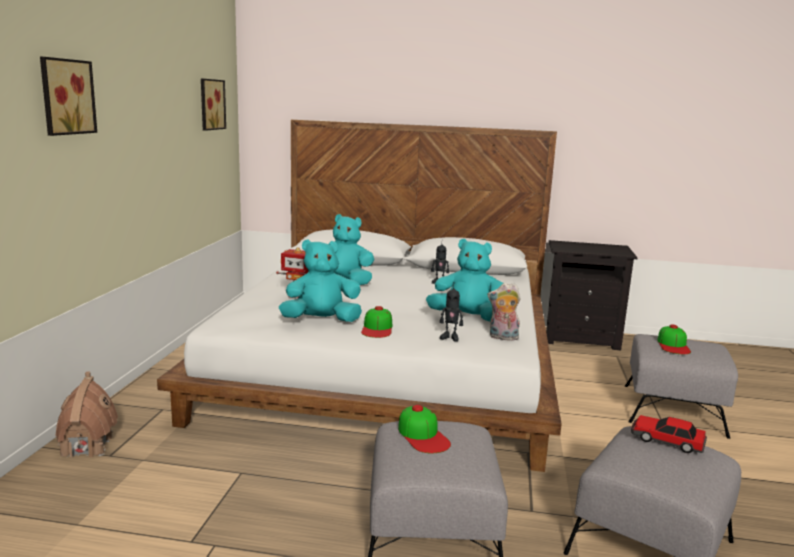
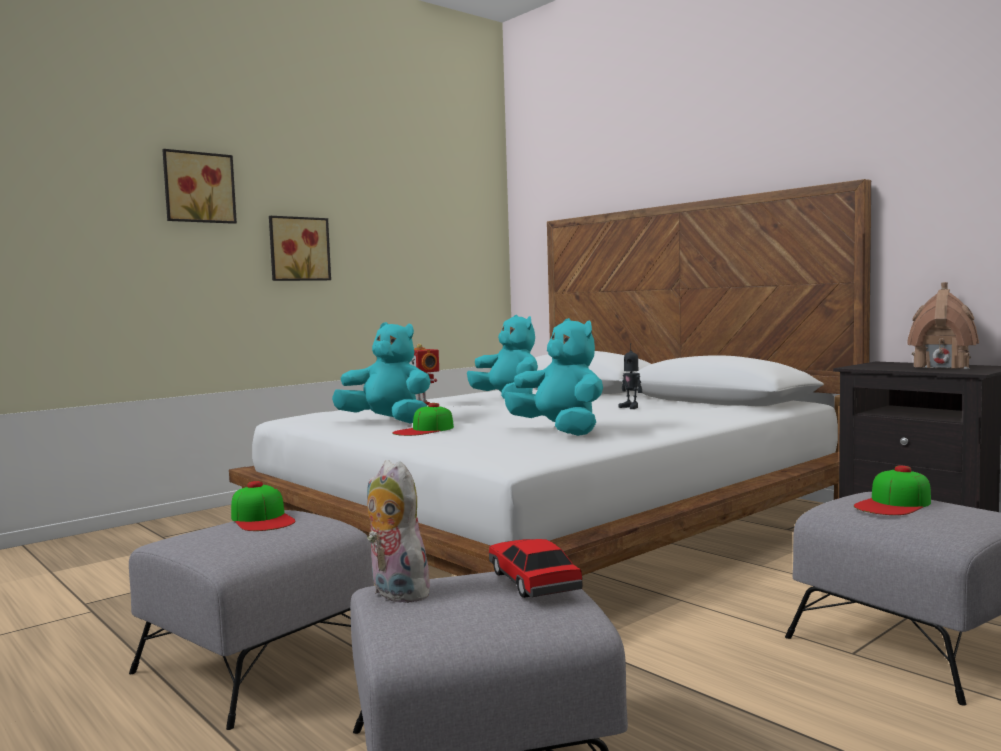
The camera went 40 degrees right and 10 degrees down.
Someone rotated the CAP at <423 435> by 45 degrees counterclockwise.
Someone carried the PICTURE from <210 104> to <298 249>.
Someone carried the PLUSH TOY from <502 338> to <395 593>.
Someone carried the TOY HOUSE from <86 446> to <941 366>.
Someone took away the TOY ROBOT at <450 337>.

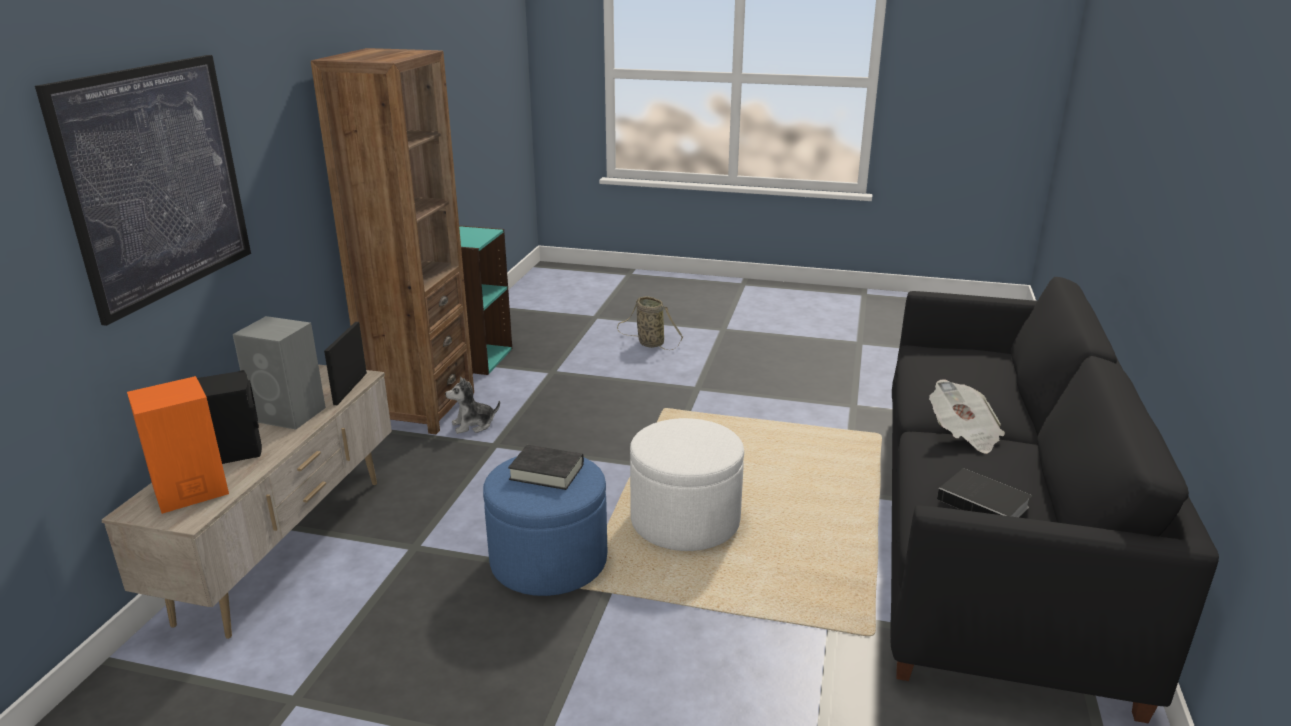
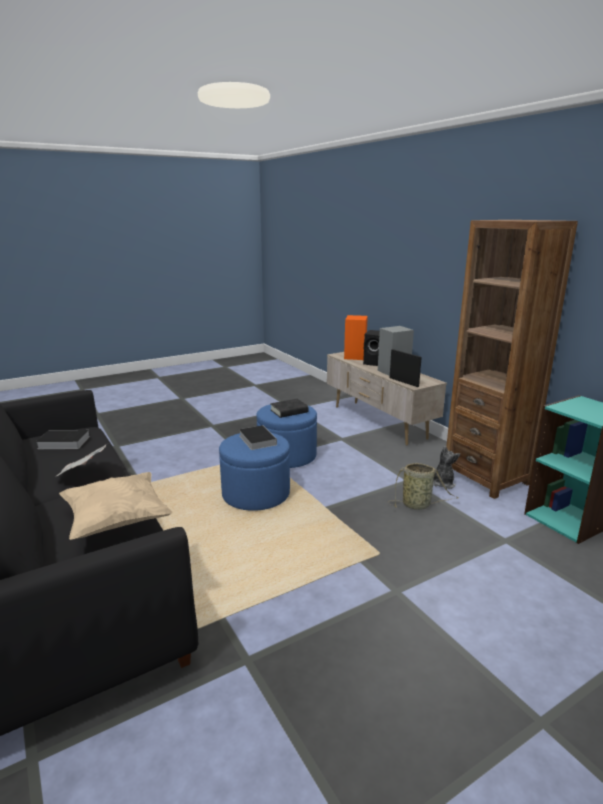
The camera went 135 degrees right and 5 degrees down.
Someone put down the BEIGE PILLOW at <117 521>.
Someone repainted the WHITE OTTOMAN at <685 520>, which became the BLUE OTTOMAN at <256 494>.
Someone put down the BOOK at <256 439>.
Someone carried the BASKET from <649 343> to <418 505>.
Someone took away the PICTURE at <157 182>.

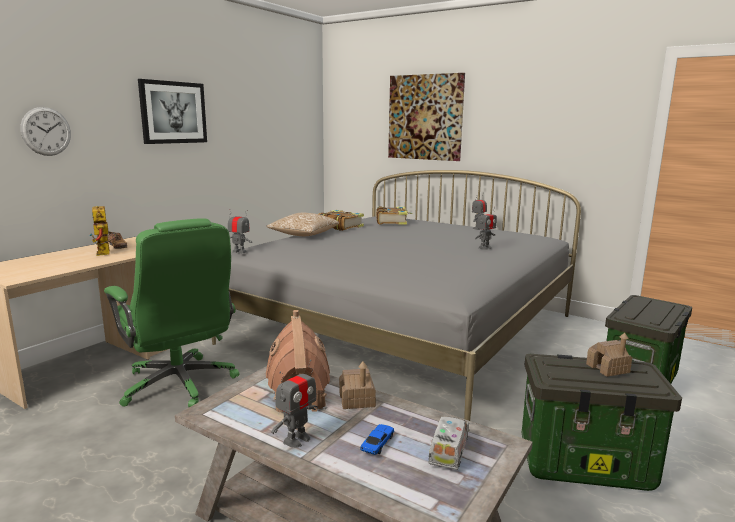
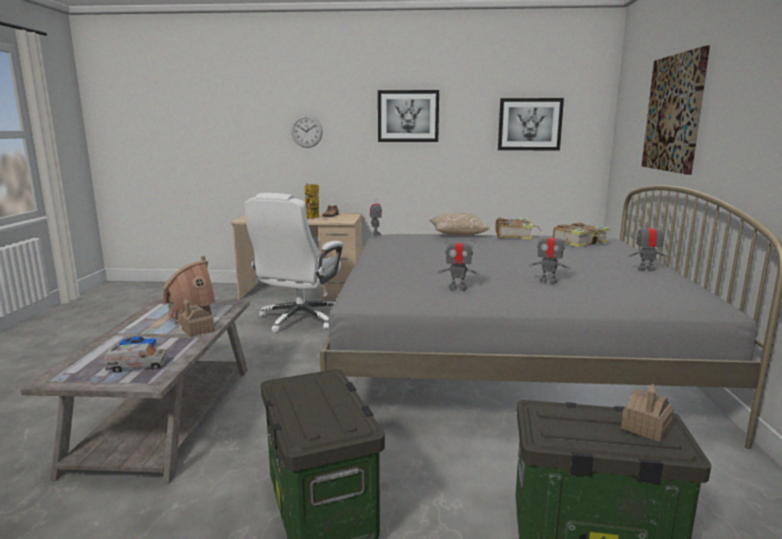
The camera went 60 degrees right and 0 degrees up.
Someone repainted the GREEN OFFICE CHAIR at <180 384>, which became the WHITE OFFICE CHAIR at <299 319>.
Someone carried the TOY ROBOT from <297 439> to <457 288>.
Someone put up the PICTURE at <529 124>.
Someone carried the TOY HOUSE from <607 368> to <646 428>.

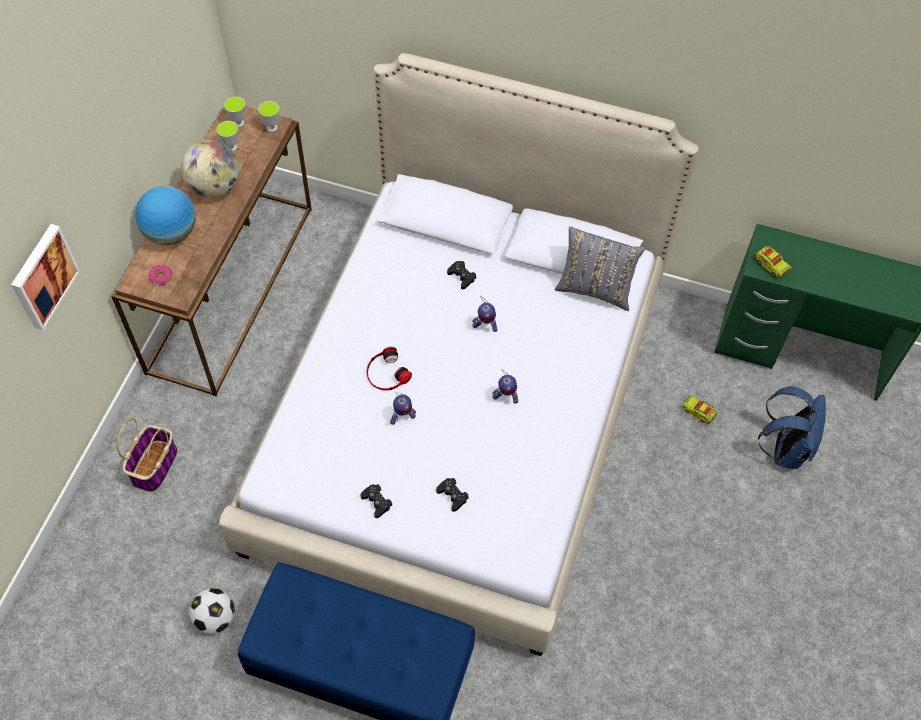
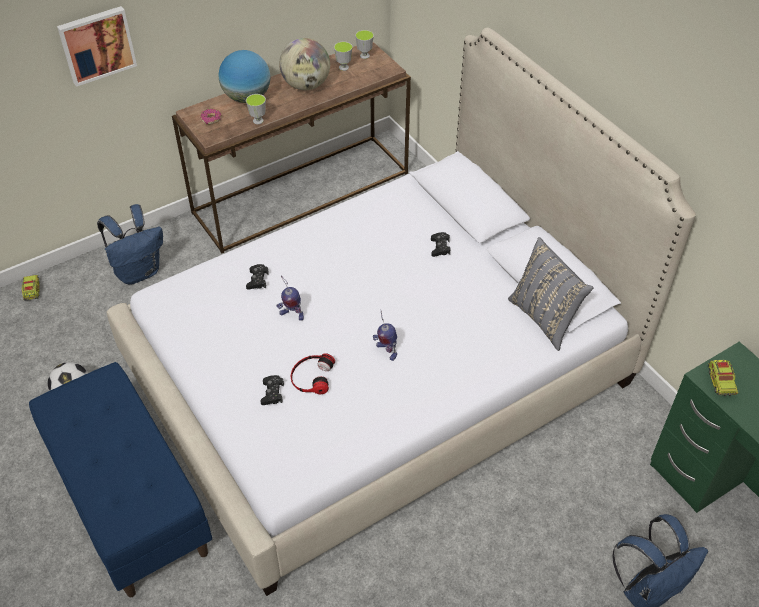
The camera went 40 degrees right and 10 degrees down.
Someone carried the TOY TRUCK from <698 412> to <32 291>.
Someone swapped the BASKET at <154 465> for the BLUE BACKPACK at <139 271>.
Someone carried the CUP from <272 127> to <258 121>.
Someone carried the BLACK GAME CONTROLLER from <376 502> to <257 280>.
Someone carried the HEADPHONES from <386 373> to <311 377>.
Someone took away the TOY ROBOT at <484 327>.

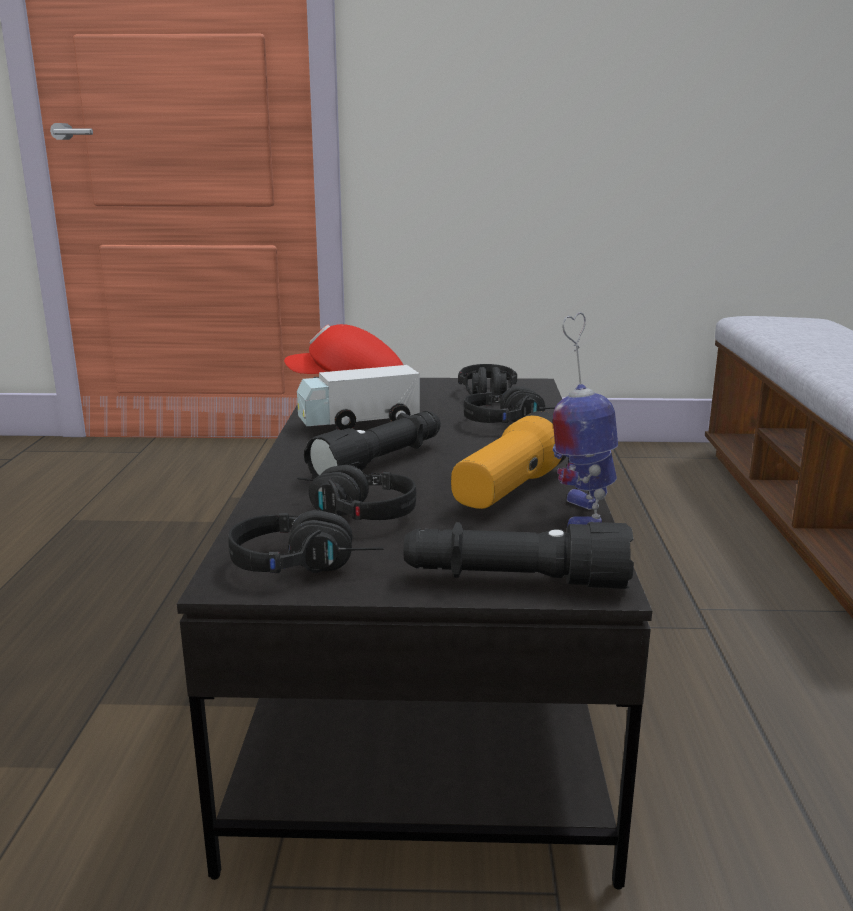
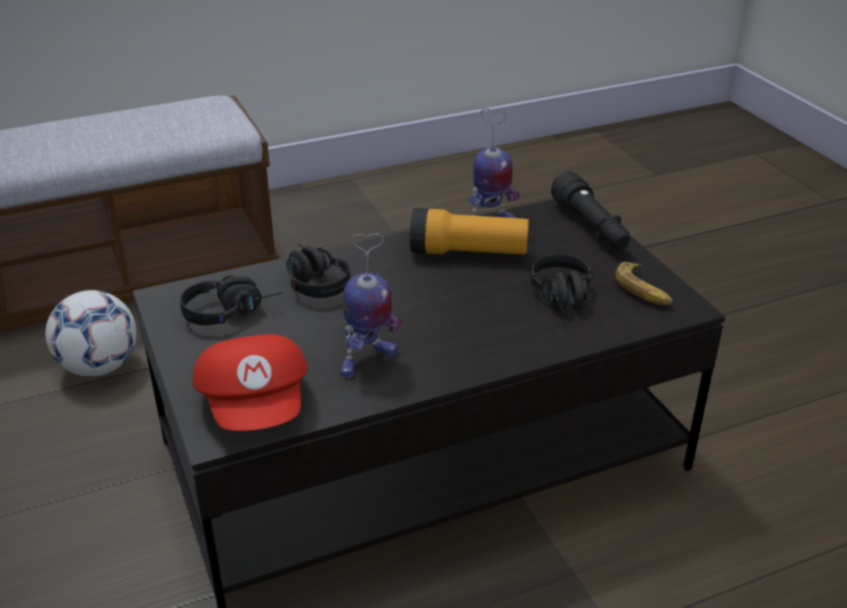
The camera went 115 degrees left and 15 degrees up.
Someone put down the FOOTBALL at <99 367>.
Someone swapped the TOY TRUCK at <358 422> for the TOY ROBOT at <367 361>.
Someone swapped the BLACK HEADPHONES at <307 565> for the BANANA at <643 290>.
Someone took away the BLACK FLASHLIGHT at <381 462>.

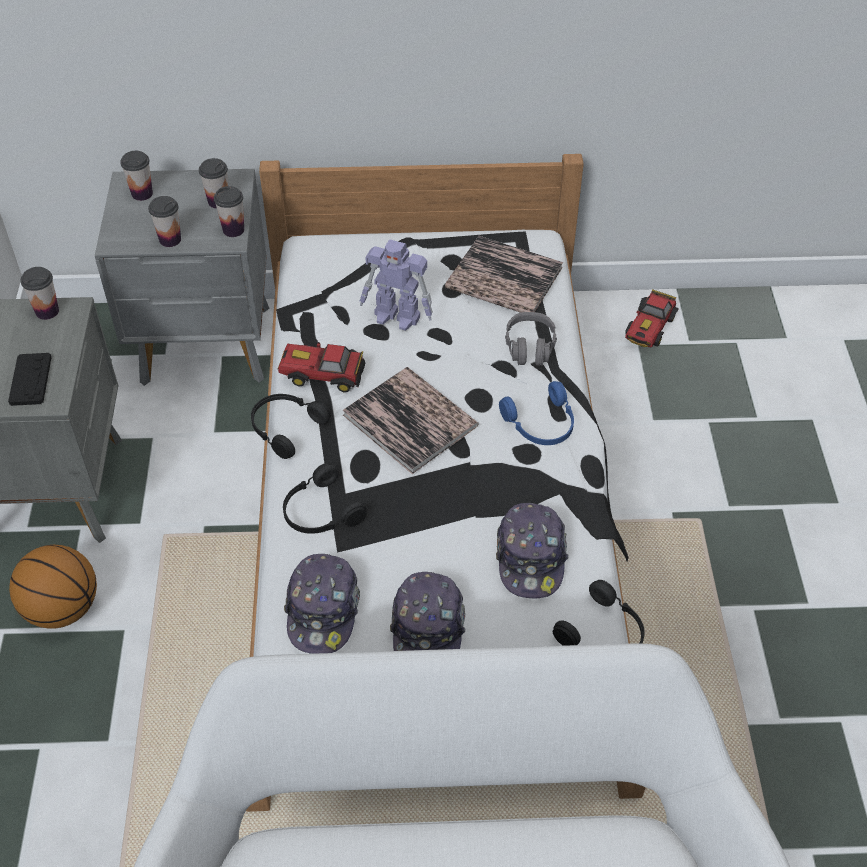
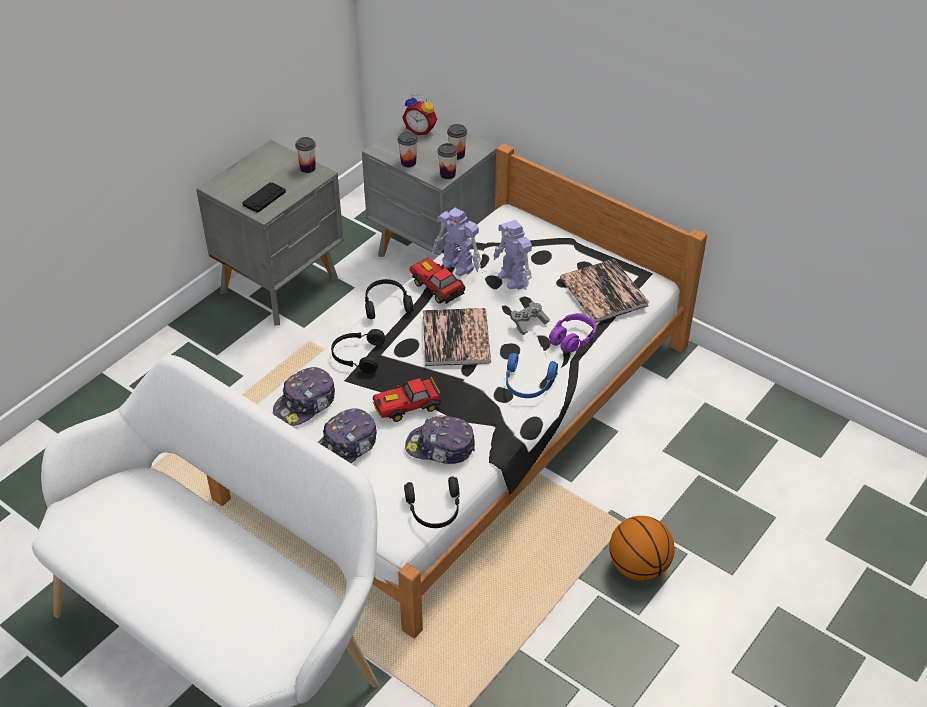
The camera went 40 degrees right and 5 degrees down.
Someone carried the TOY CAR from <649 329> to <406 407>.
Someone swapped the CUP at <142 194> for the ALARM CLOCK at <421 130>.
Someone rotated the CAP at <531 558> by 60 degrees clockwise.
Someone put down the TOY ROBOT at <458 266>.
Someone put down the GREY GAME CONTROLLER at <528 323>.
Someone repainted the GREY HEADPHONES at <530 347>, which became the PURPLE HEADPHONES at <572 339>.
Someone carried the BASKETBALL from <63 608> to <638 566>.

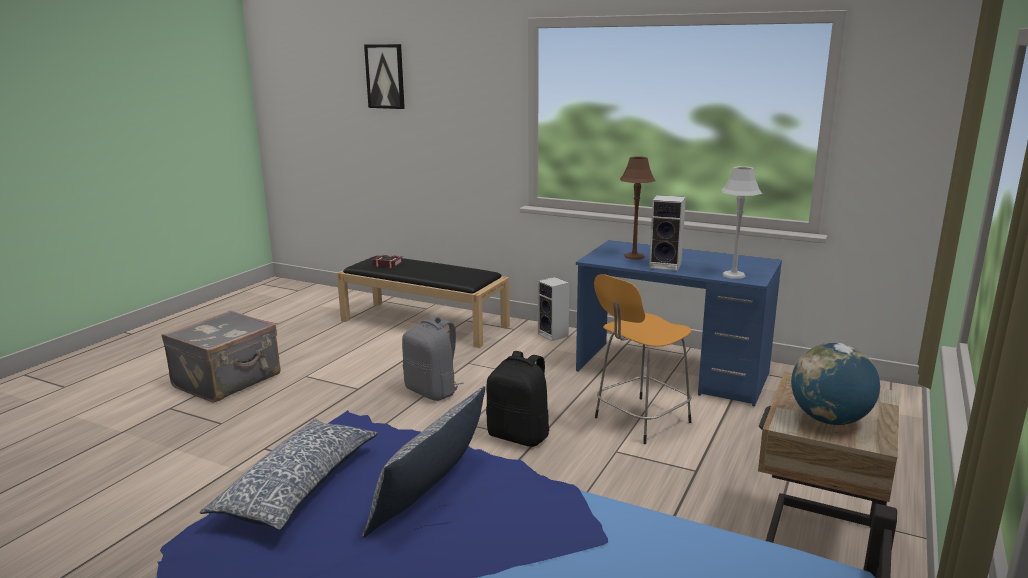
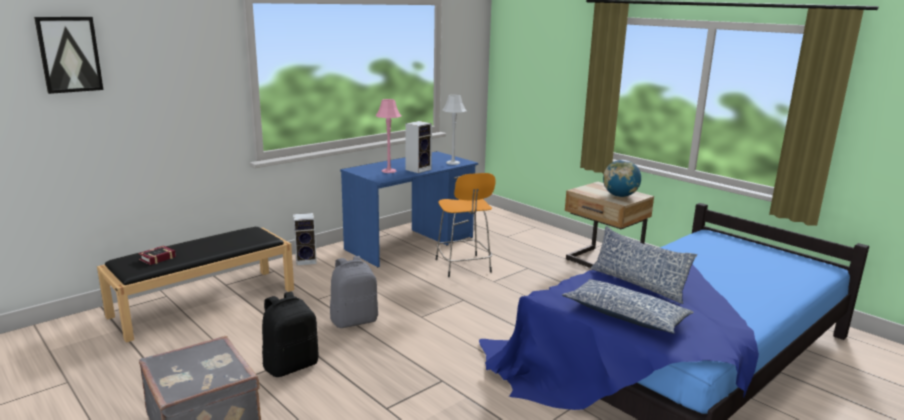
The camera went 70 degrees left and 0 degrees up.
Someone carried the BLACK BACKPACK from <519 436> to <291 365>.
Someone repainted the BROWN TABLE LAMP at <634 256>, which became the PINK TABLE LAMP at <389 171>.

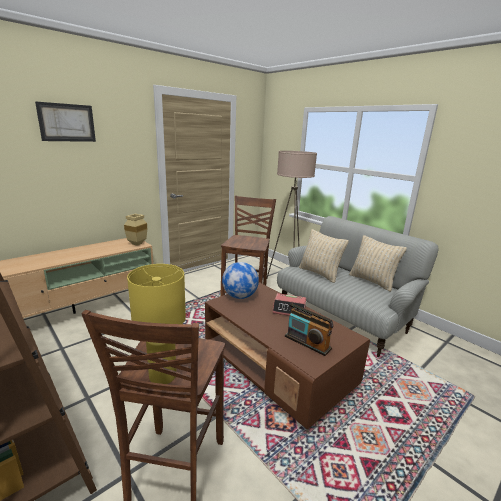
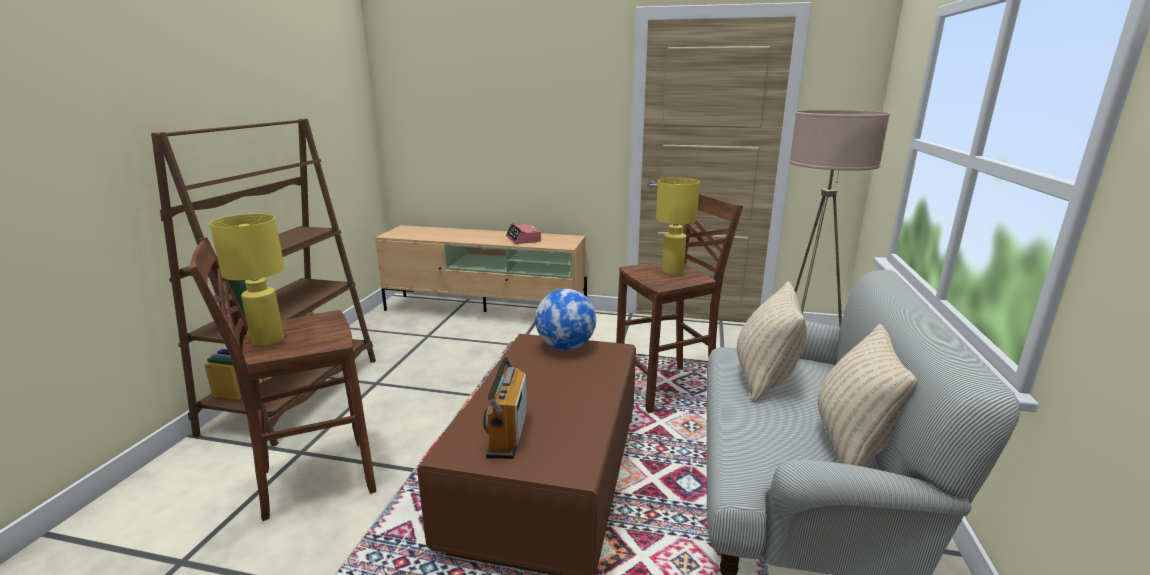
The camera went 55 degrees right and 0 degrees up.
Someone carried the ALARM CLOCK from <289 309> to <523 239>.
Someone put down the YELLOW TABLE LAMP at <672 272>.
Someone took away the PICTURE at <67 122>.
Someone took away the BEIGE VASE at <137 243>.

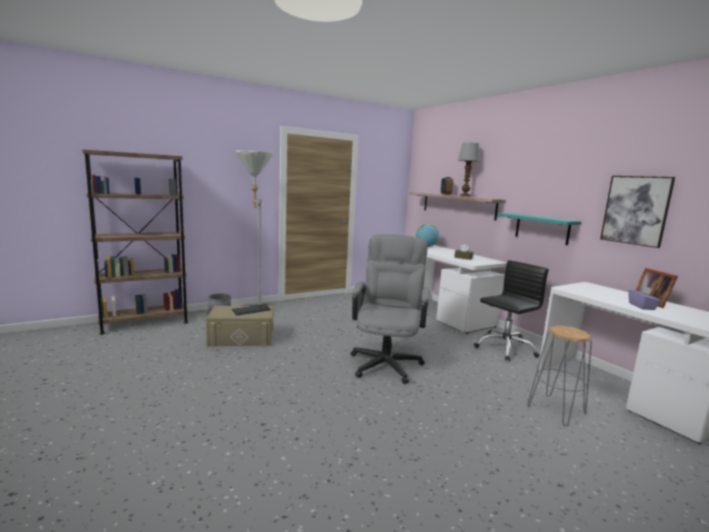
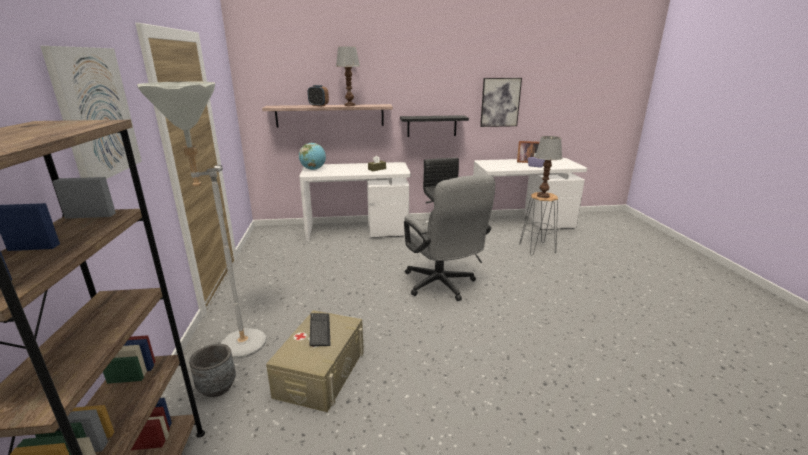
The camera went 65 degrees left and 10 degrees up.
Someone put up the PICTURE at <95 113>.
Someone repainted the TURQUOISE SHELF at <542 228>, which became the BLACK SHELF at <432 126>.
Someone rotated the GREY OFFICE CHAIR at <386 361> by 150 degrees counterclockwise.
Someone put down the TABLE LAMP at <543 196>.

